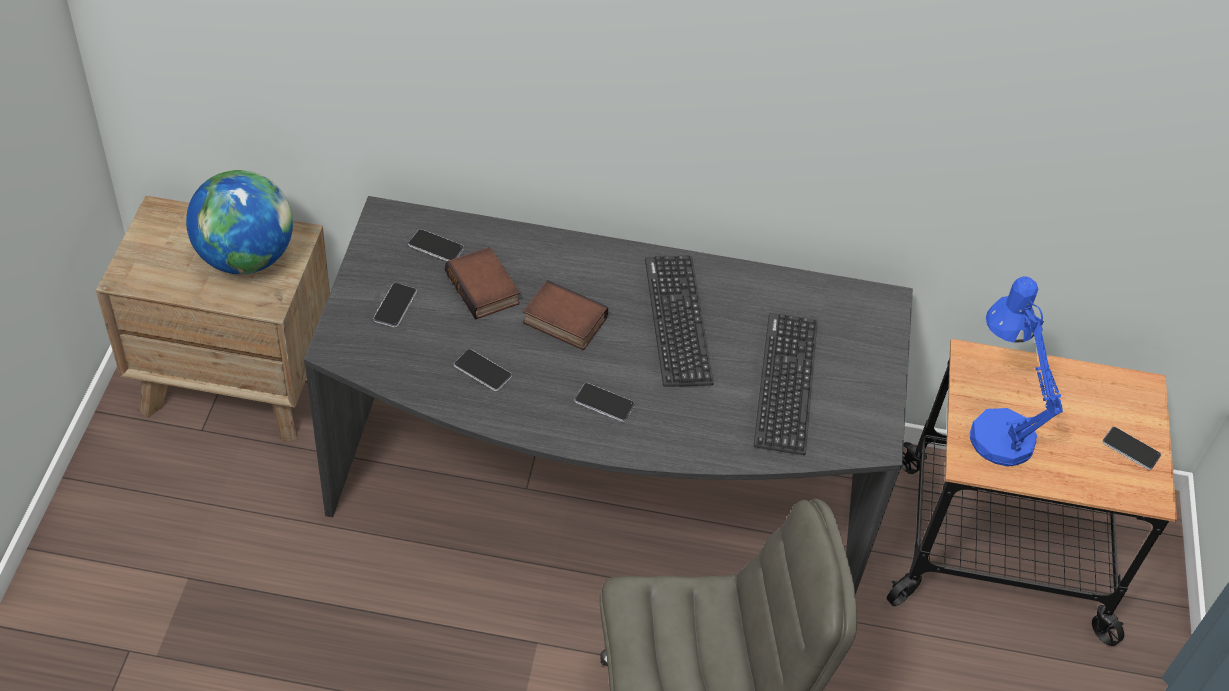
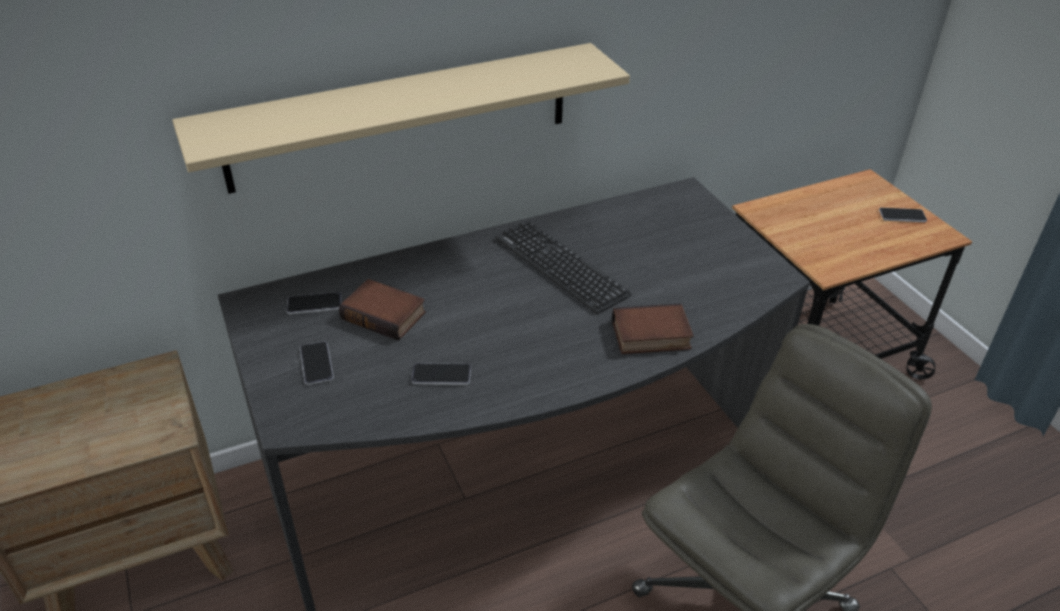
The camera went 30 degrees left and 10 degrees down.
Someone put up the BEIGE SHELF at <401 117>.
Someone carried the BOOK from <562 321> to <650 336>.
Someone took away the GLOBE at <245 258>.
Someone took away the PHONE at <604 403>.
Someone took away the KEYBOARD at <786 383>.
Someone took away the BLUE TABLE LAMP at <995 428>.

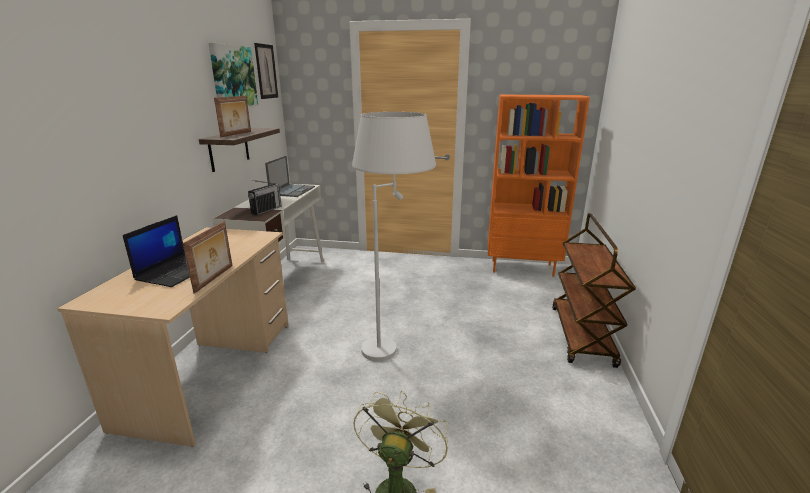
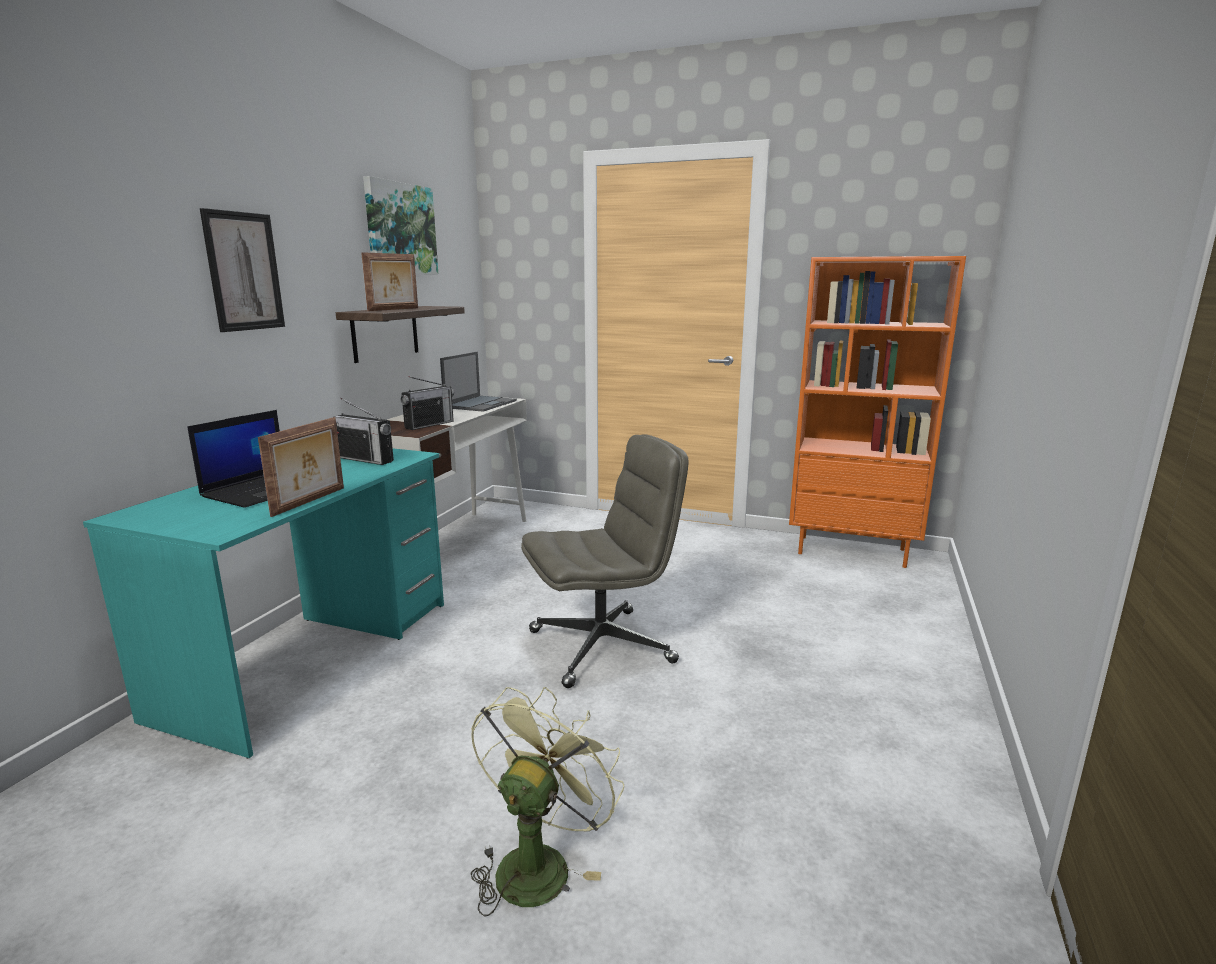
The camera went 10 degrees right and 5 degrees down.
Someone repainted the BEIGE DESK at <213 370>, which became the TURQUOISE DESK at <313 656>.
Someone carried the PICTURE from <266 71> to <244 271>.
Someone put down the RADIO at <365 459>.
Someone swapped the WHITE FLOOR LAMP at <395 344> for the GREY OFFICE CHAIR at <602 646>.
Someone took away the BROWN CART at <582 336>.

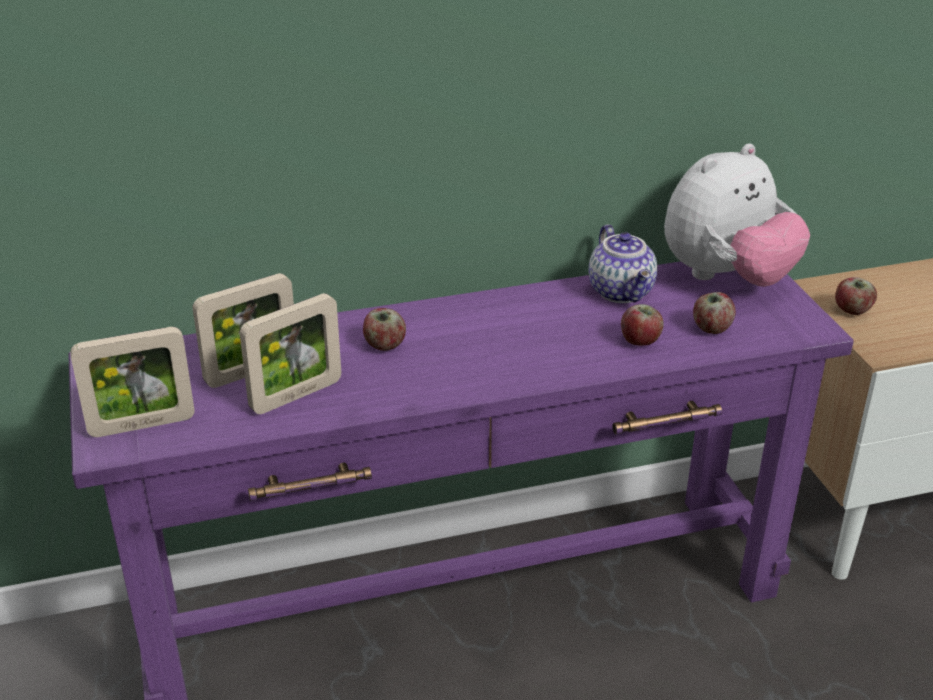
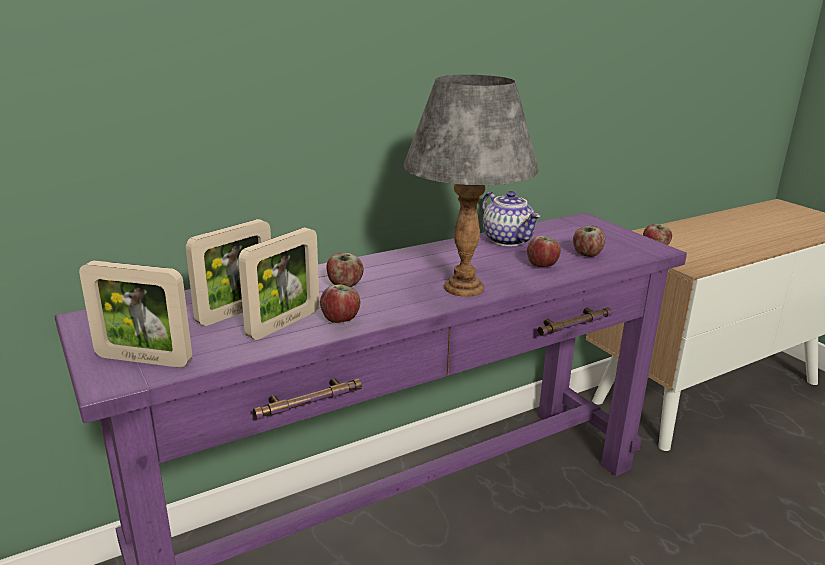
The camera went 15 degrees left and 10 degrees down.
Someone rotated the PICTURE FRAME at <142 425> by 45 degrees clockwise.
Someone put down the APPLE at <341 319>.
Someone put down the GREY TABLE LAMP at <463 287>.
Someone took away the PLUSH TOY at <727 278>.

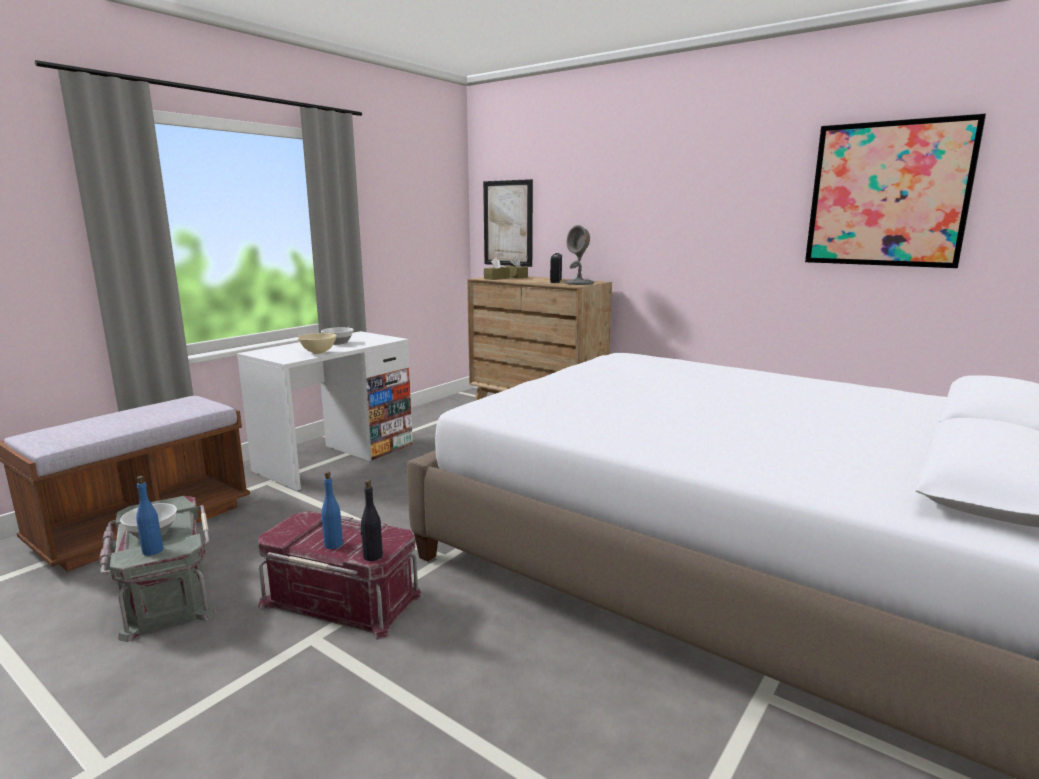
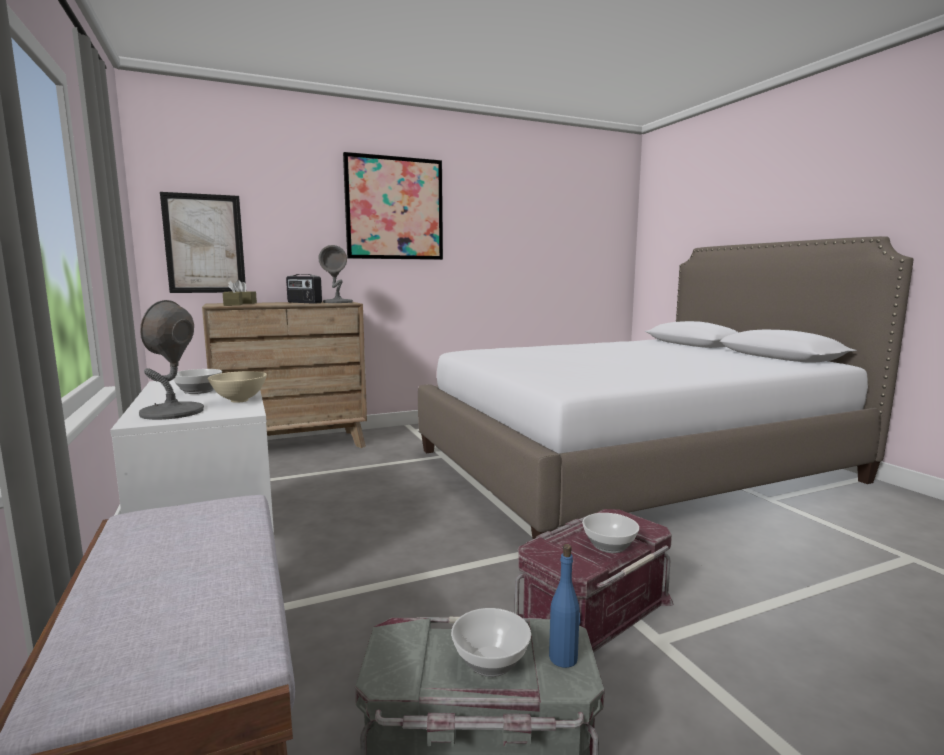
The camera went 60 degrees left and 5 degrees down.
Someone put down the GREY TABLE LAMP at <172 412>.
Someone carried the PICTURE from <887 194> to <394 208>.
Someone swapped the BLUE BOTTLE at <333 544> for the BOWL at <610 545>.
Someone took away the BLACK BOTTLE at <372 556>.

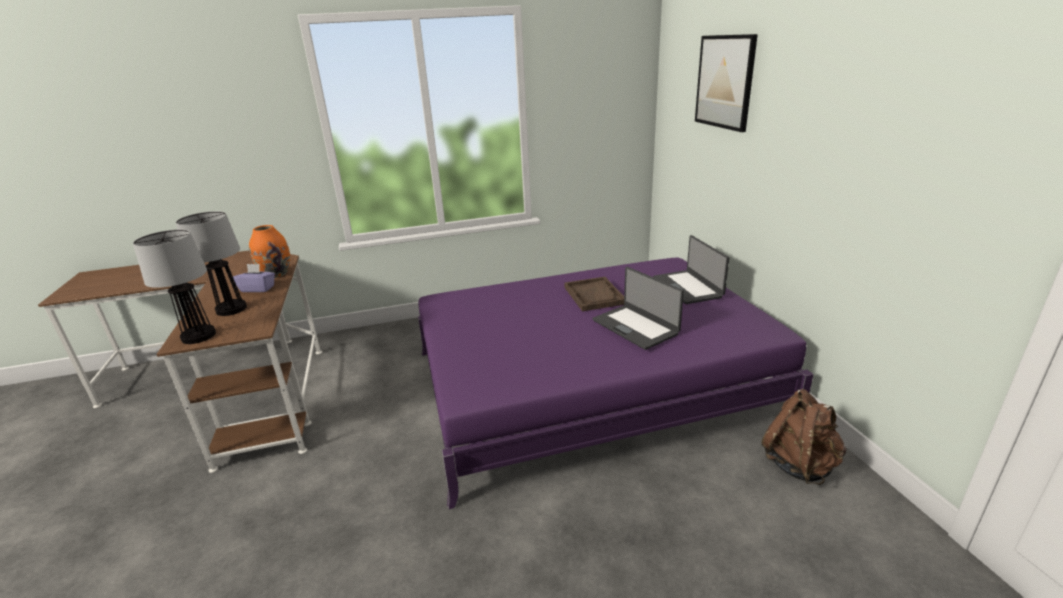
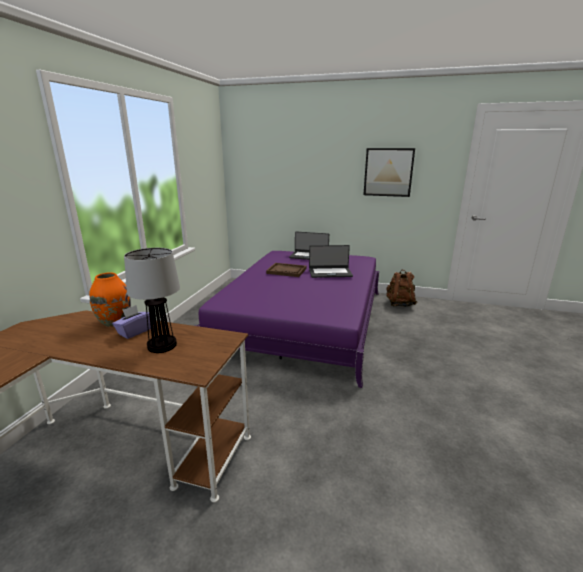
The camera went 60 degrees left and 5 degrees down.
Someone carried the PICTURE from <724 82> to <388 172>.
Someone took away the TABLE LAMP at <198 336>.

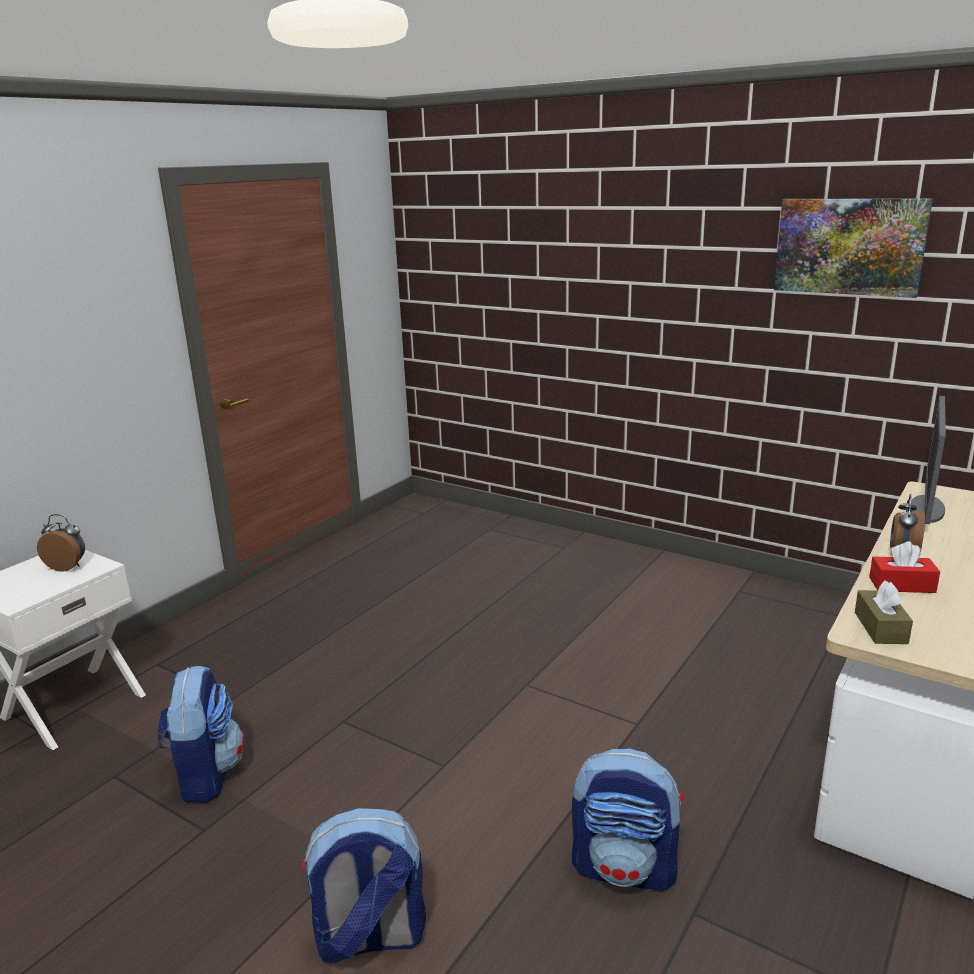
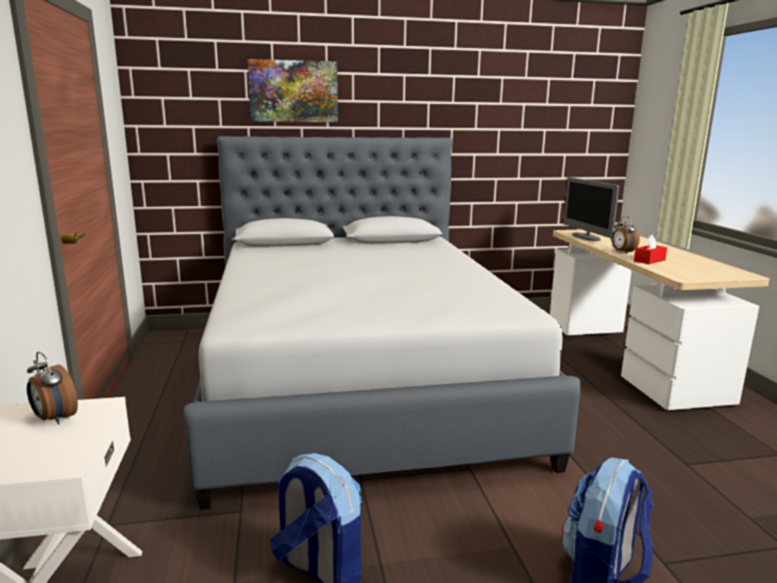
The camera went 45 degrees left and 5 degrees down.
Someone rotated the ALARM CLOCK at <68 566> by 105 degrees counterclockwise.
Someone put down the GREY BED at <359 382>.
Someone carried the PICTURE from <849 246> to <293 91>.
Someone took away the BACKPACK at <625 868>.
Someone took away the BROWN TISSUE BOX at <880 628>.

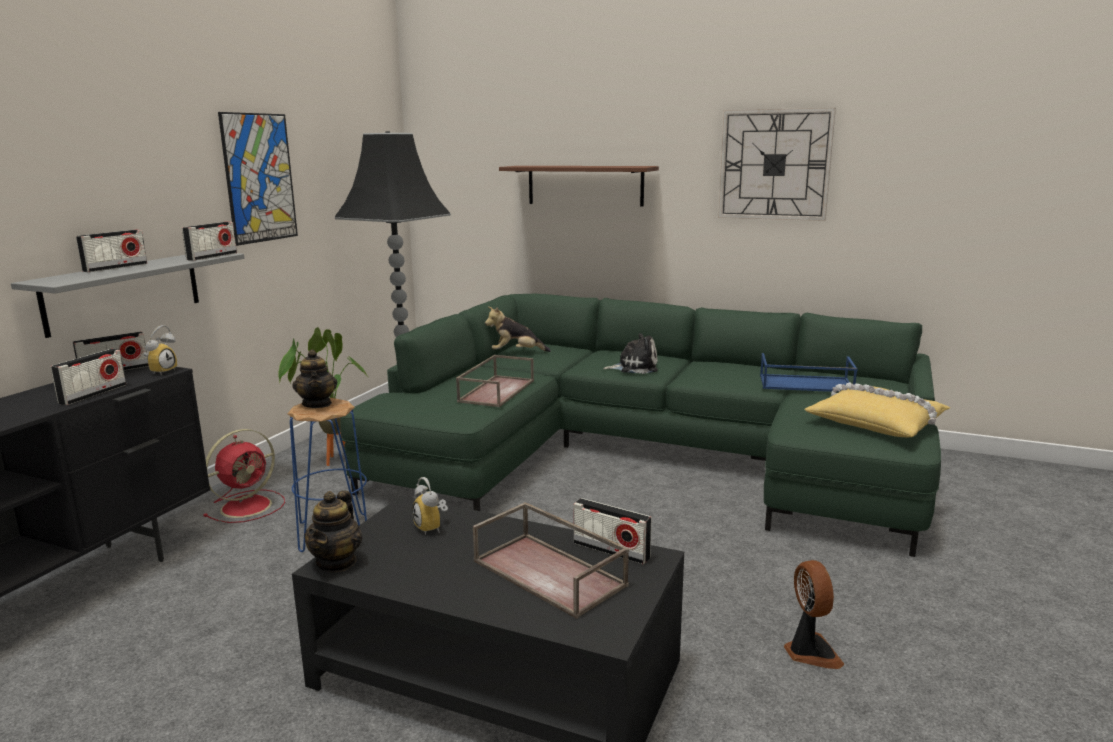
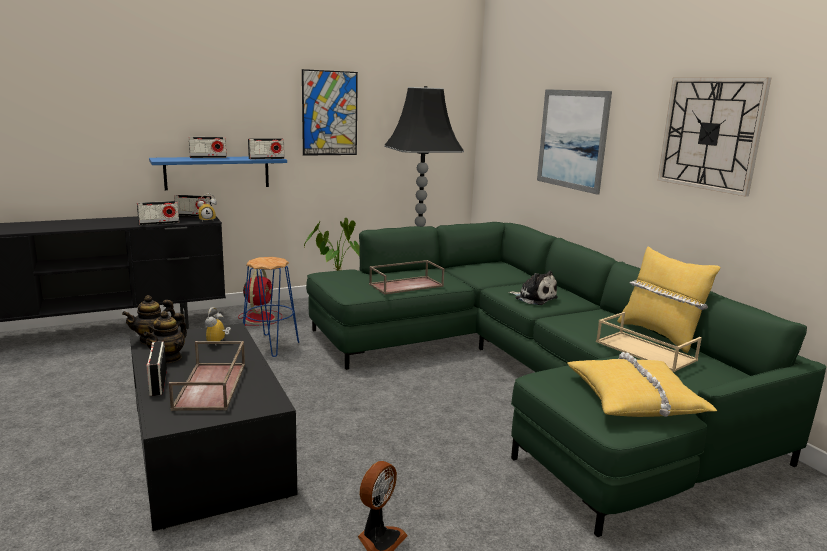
The camera went 40 degrees right and 0 degrees up.
Someone carried the TEAPOT from <317 404> to <168 358>.
Someone carried the RADIO from <611 550> to <158 382>.
Someone repainted the GREY SHELF at <124 292>, which became the BLUE SHELF at <217 172>.
Someone rotated the RED FAN at <248 506> by 75 degrees counterclockwise.
Someone swapped the BROWN SHELF at <585 185> for the PICTURE at <572 139>.
Someone repainted the BLUE TRAY at <804 384>, which became the BEIGE TRAY at <643 351>.
Someone put down the YELLOW PILLOW at <659 335>.
Someone took away the PLUSH TOY at <516 353>.

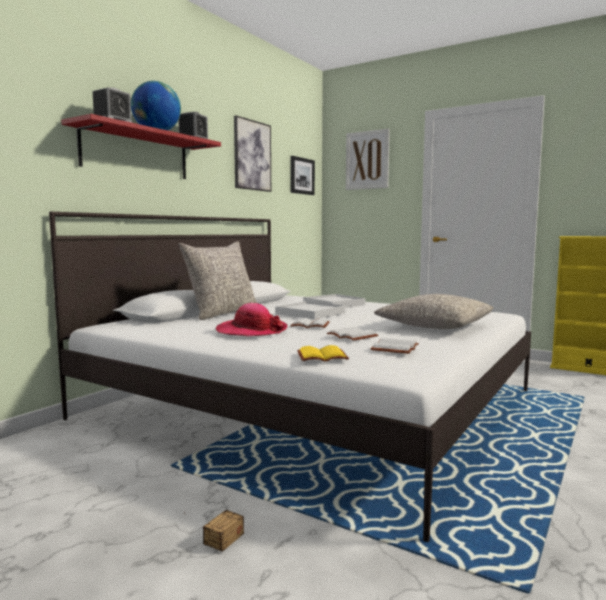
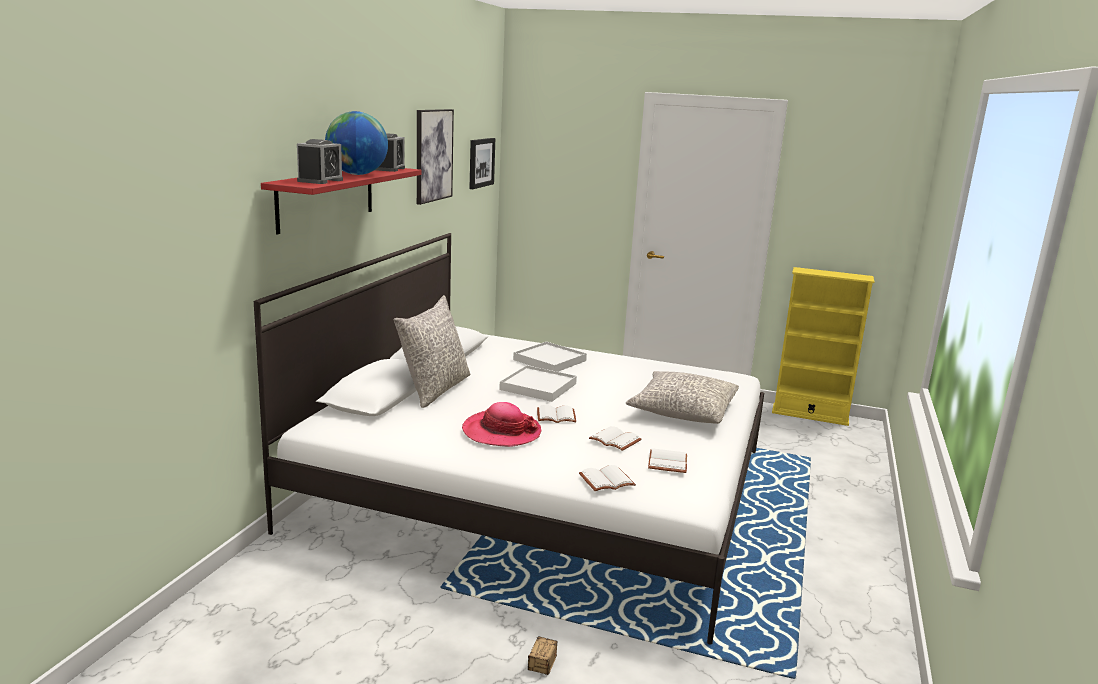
The camera went 15 degrees left and 10 degrees up.
Someone repainted the YELLOW BOOK at <321 357>, which became the WHITE BOOK at <606 481>.
Someone took away the PICTURE at <367 160>.

